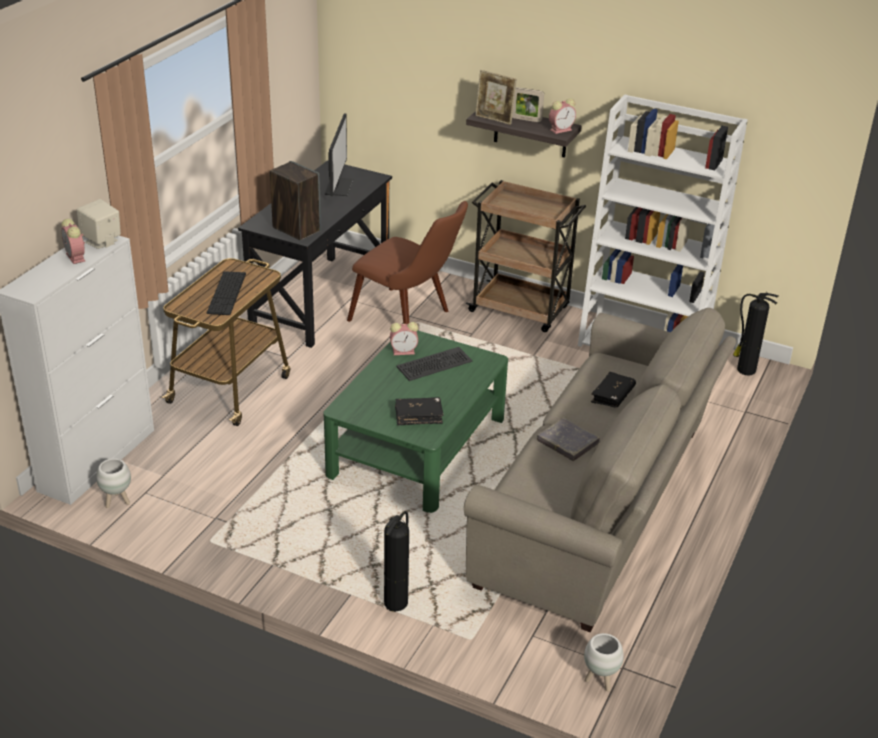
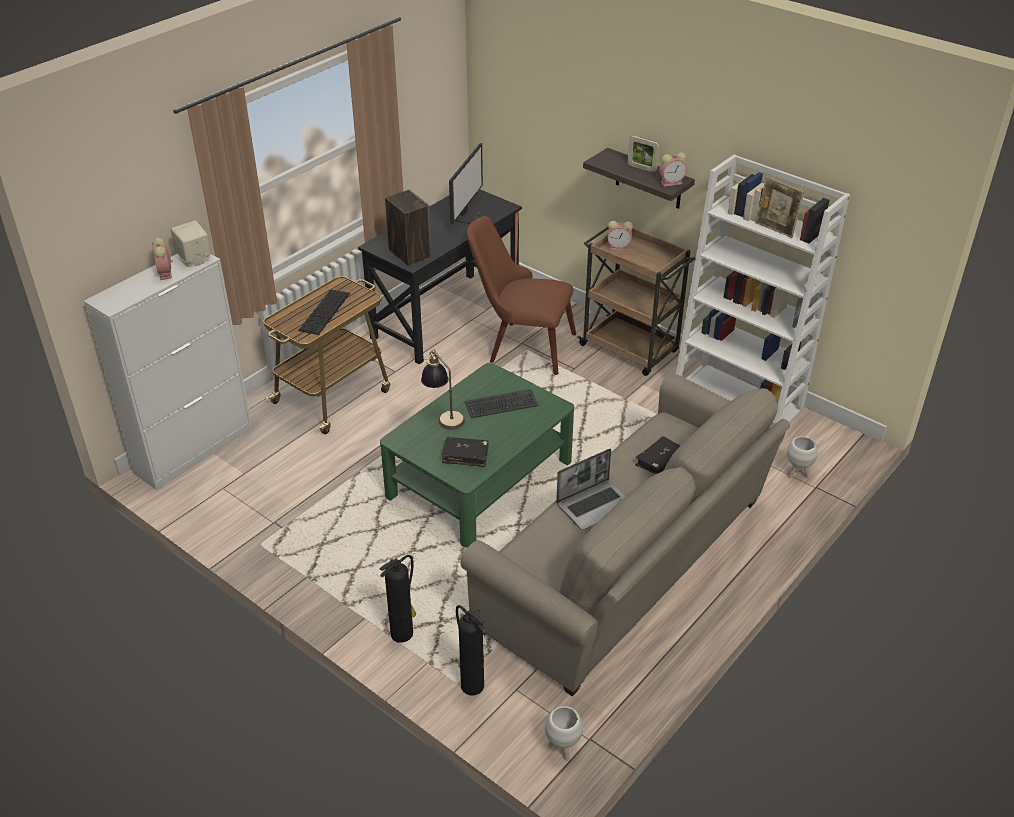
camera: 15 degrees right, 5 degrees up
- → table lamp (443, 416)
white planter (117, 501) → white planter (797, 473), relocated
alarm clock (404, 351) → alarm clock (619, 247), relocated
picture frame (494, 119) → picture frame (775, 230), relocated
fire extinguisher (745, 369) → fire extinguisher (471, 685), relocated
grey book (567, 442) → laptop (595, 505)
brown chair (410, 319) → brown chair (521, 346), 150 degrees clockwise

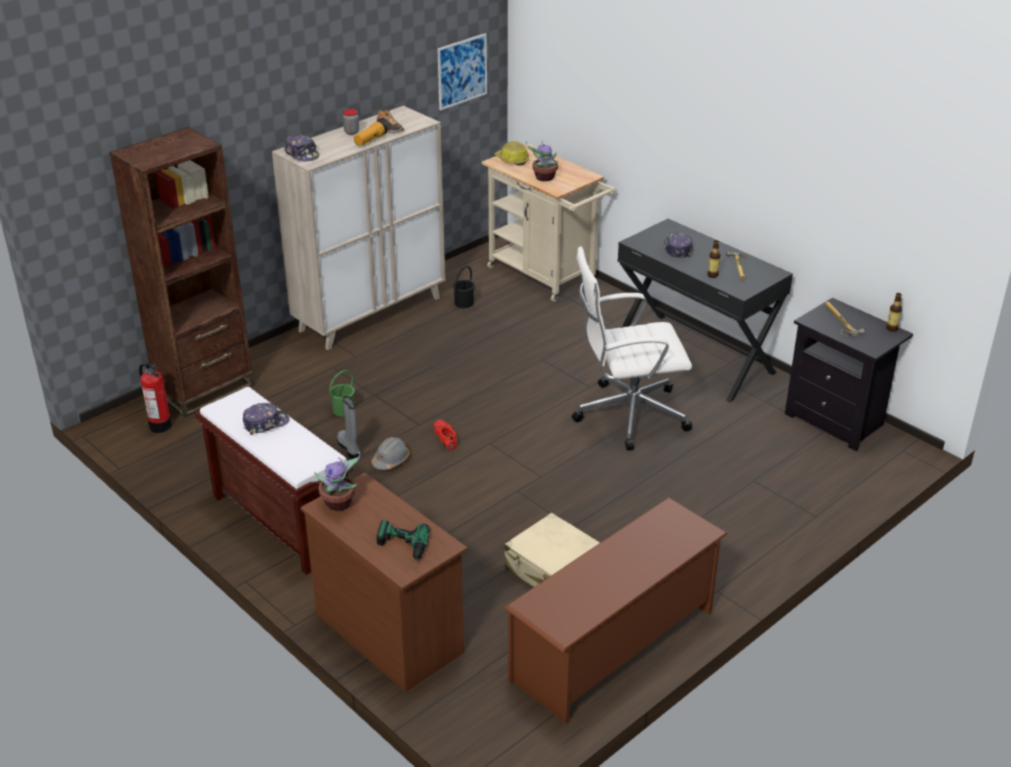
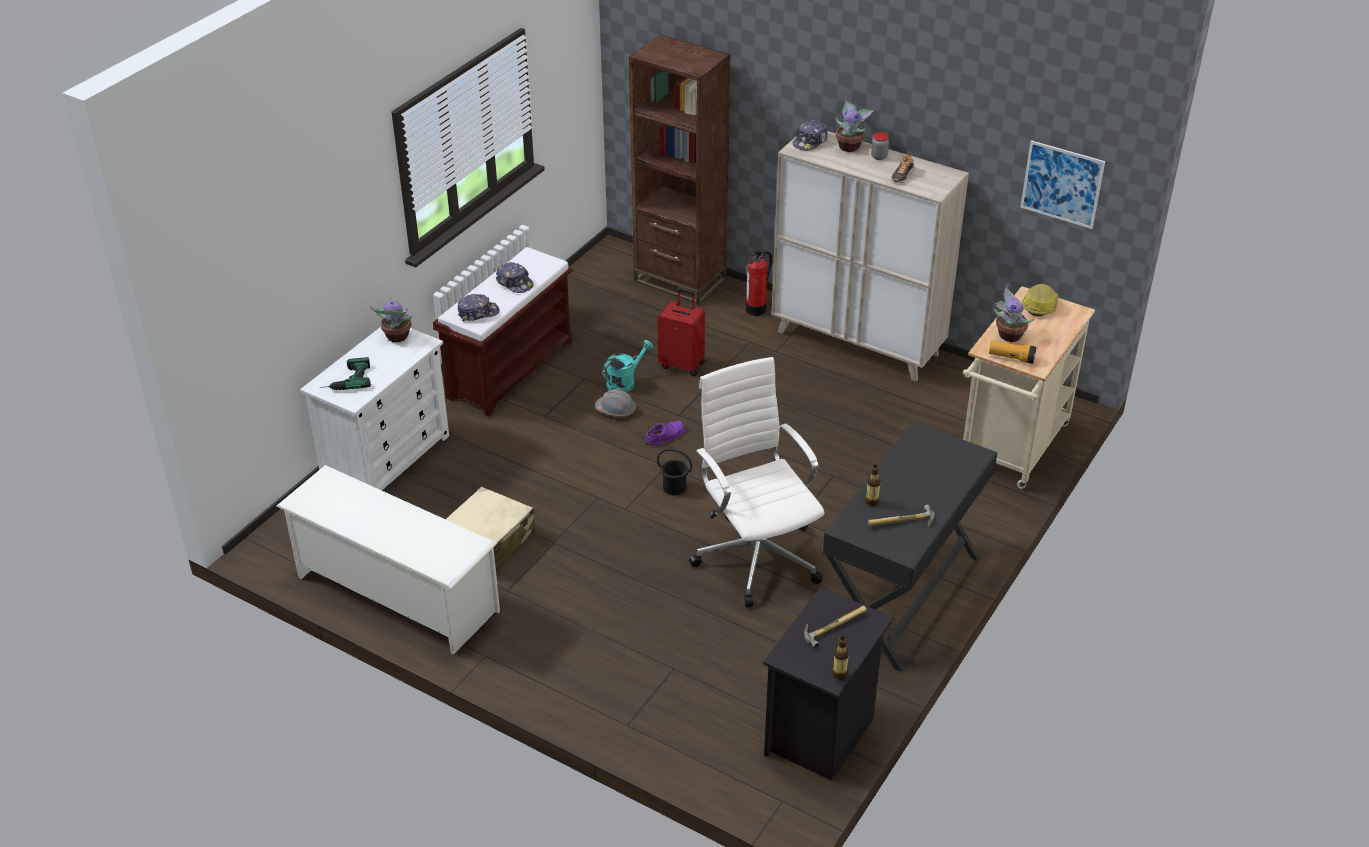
camera: 75 degrees right, 5 degrees up
- → potted plant (850, 146)
fire extinguisher (160, 426) → fire extinguisher (756, 310), relocated
flashlight (370, 140) → flashlight (1011, 358), relocated
black bucket (464, 303) → black bucket (674, 487), relocated
cap (677, 249) → cap (478, 312), relocated
green bucket (343, 410) → red suitcase (682, 364)
grey boot (349, 448) → turquoise watering can (625, 382)
brown dresser (388, 632) → white dresser (387, 458)
red shoe (445, 437) → purple shoe (665, 435)
brown shoe rack (614, 646) → white shoe rack (396, 594)

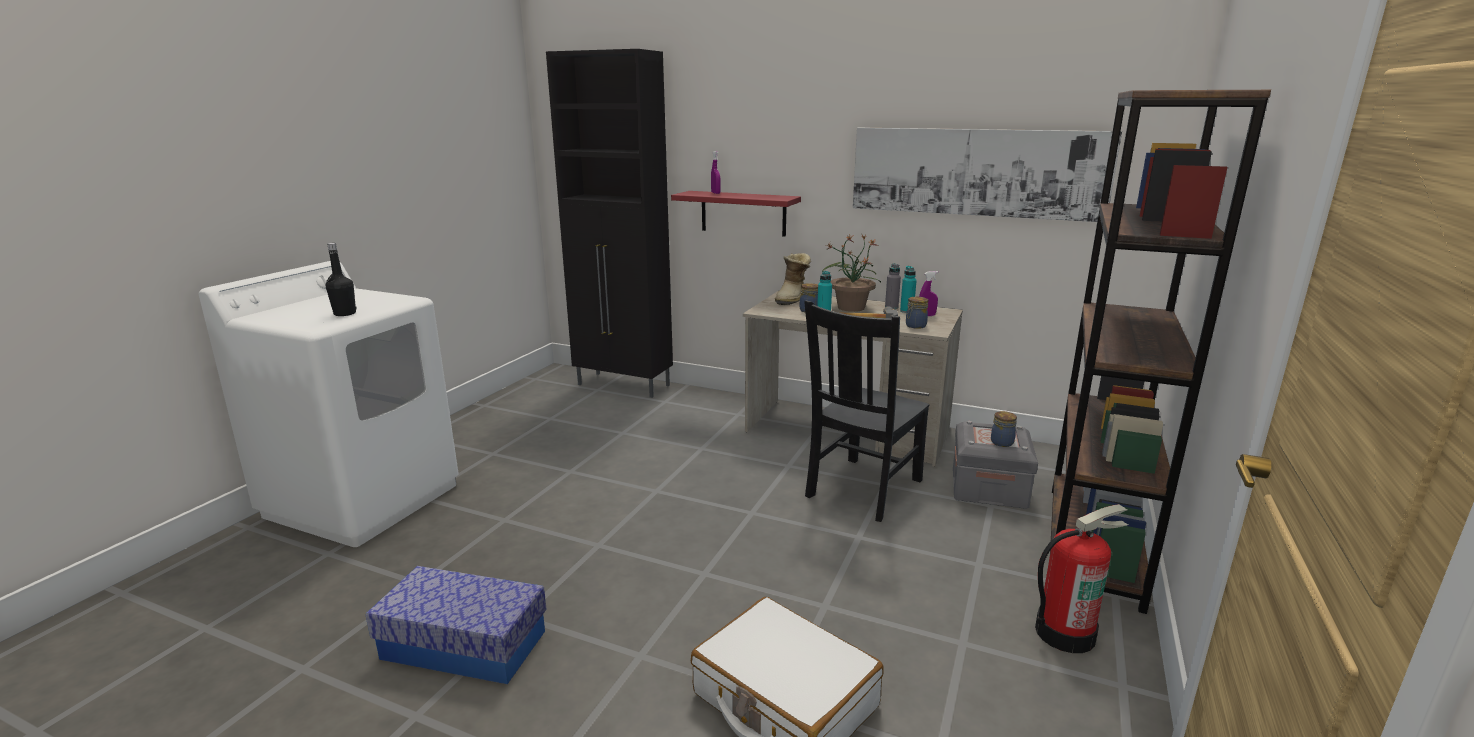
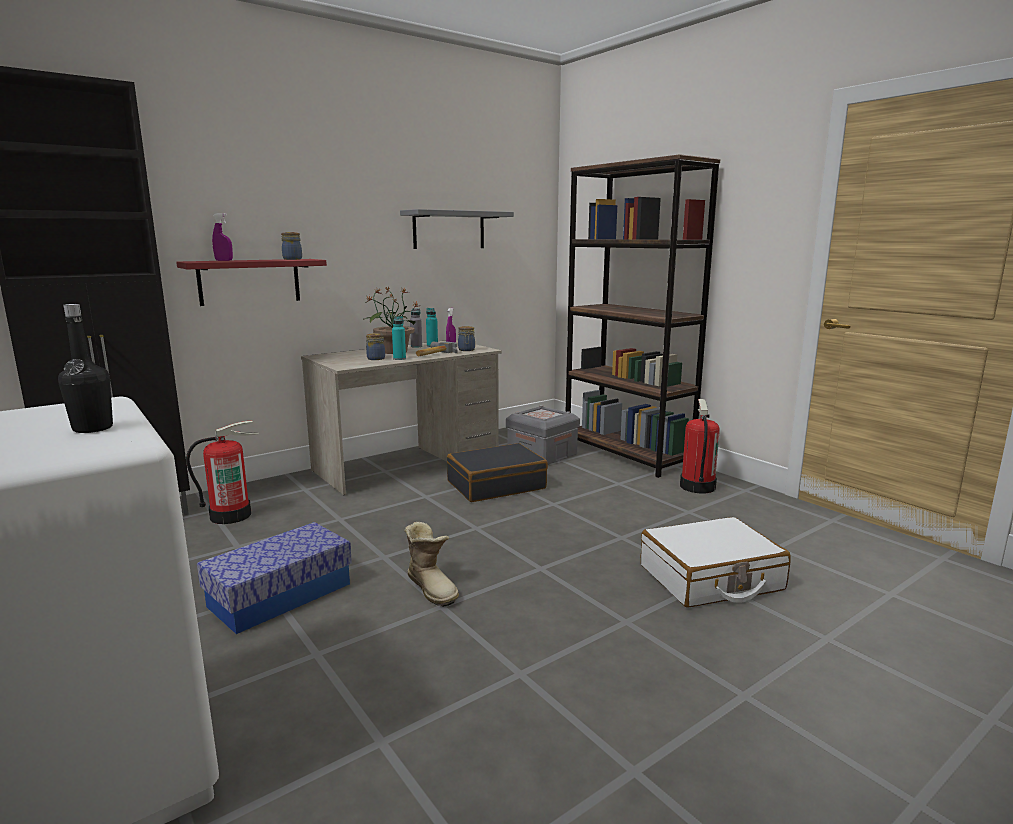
camera: 60 degrees left, 5 degrees down
- → fire extinguisher (231, 515)
storage box (464, 645) → storage box (280, 595), relocated
boot (793, 299) → boot (433, 587), relocated
jar (1002, 442) → jar (293, 259), relocated
black chair (862, 489) → black suitcase (496, 485)
picture (976, 172) → grey shelf (449, 230)

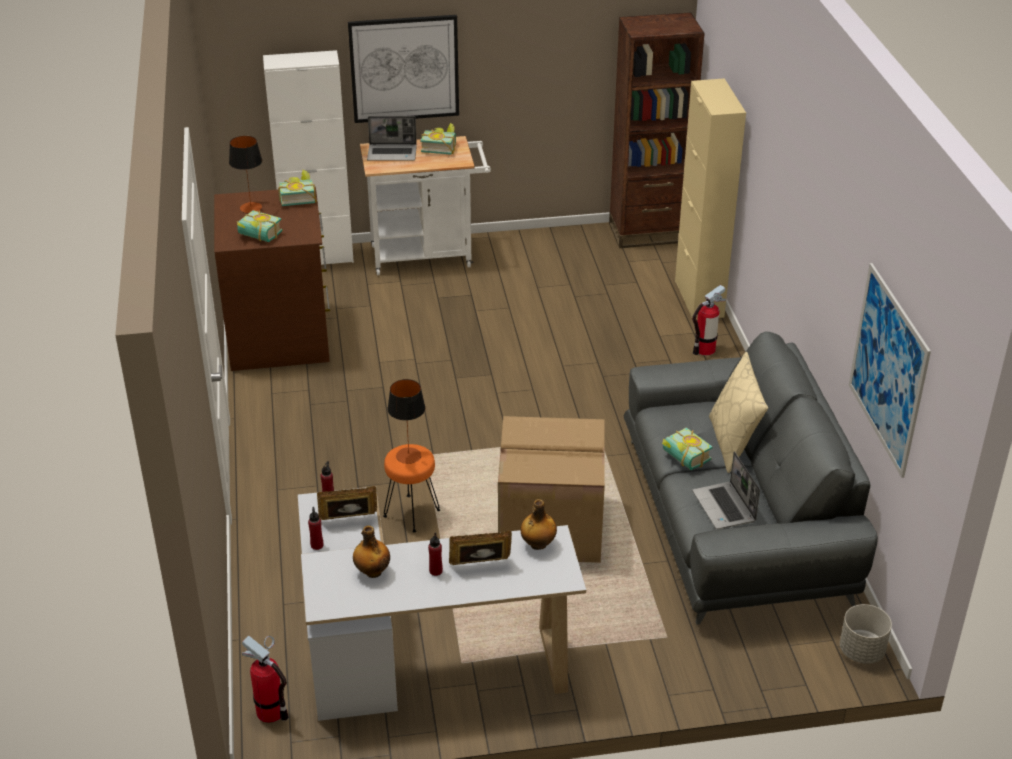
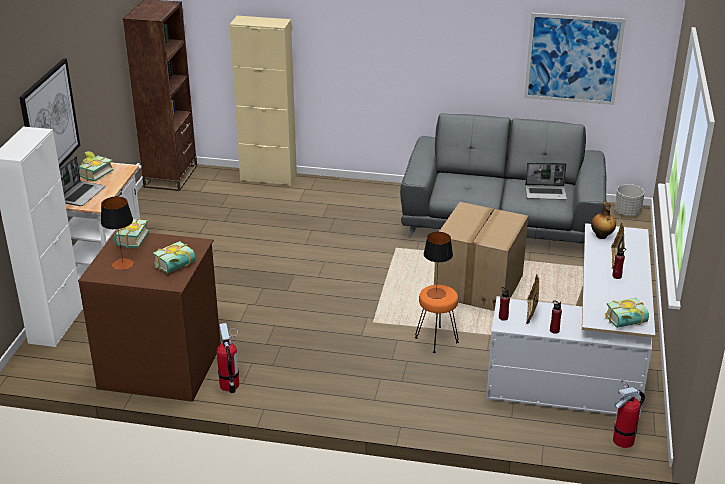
camera: 70 degrees left, 5 degrees down
bottle (372, 571) → -
beige pillow (733, 443) → -
book (683, 459) → book (627, 323), relocated
fire extinguisher (704, 349) → fire extinguisher (229, 385), relocated

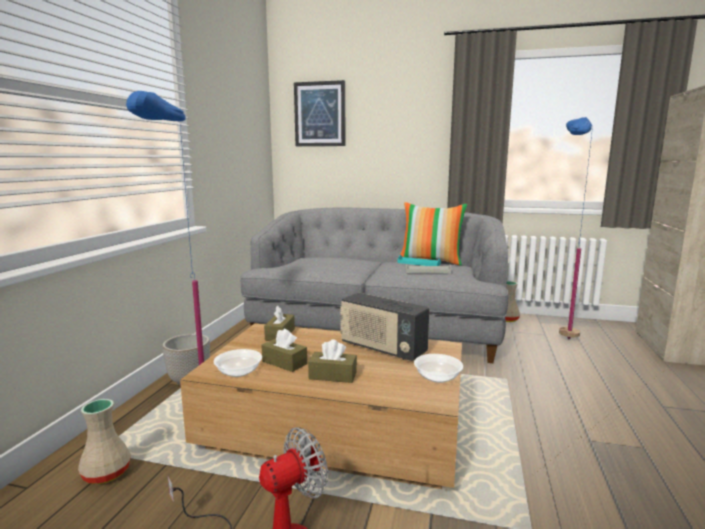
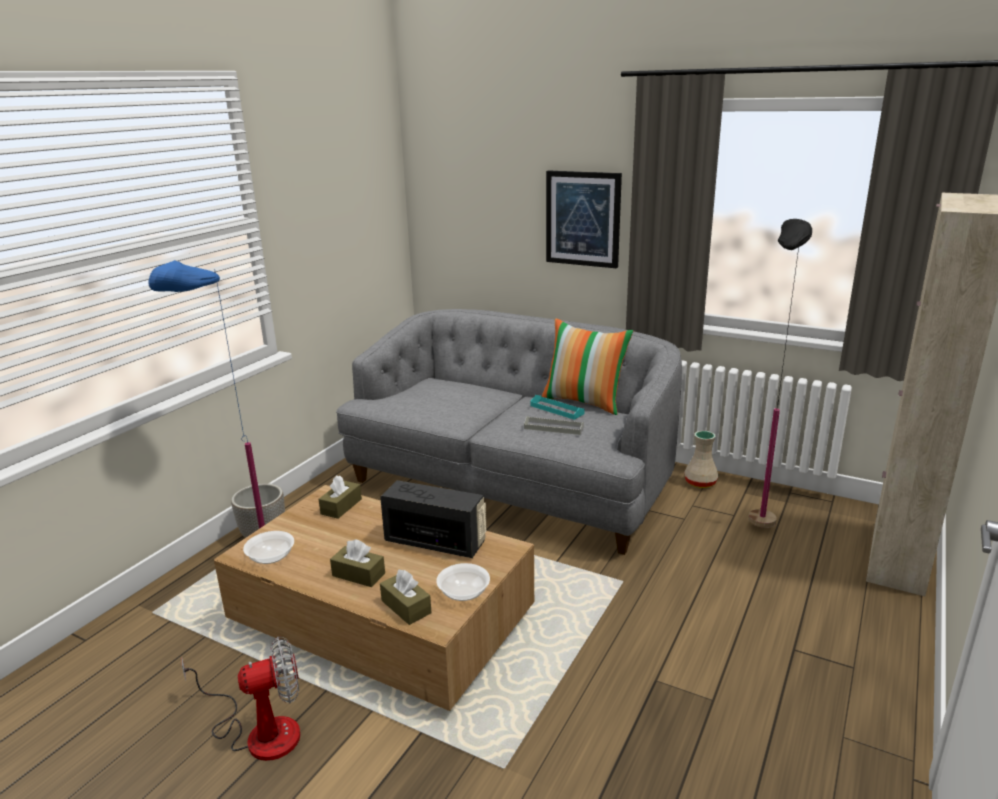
camera: 15 degrees right, 10 degrees up
beige vase (108, 473) → -
brown tissue box (284, 362) → brown tissue box (406, 607), relocated
picture (320, 114) → picture (583, 219), relocated
blue floor lamp (561, 333) → black floor lamp (759, 515)
radio (382, 349) → radio (436, 542), 150 degrees clockwise

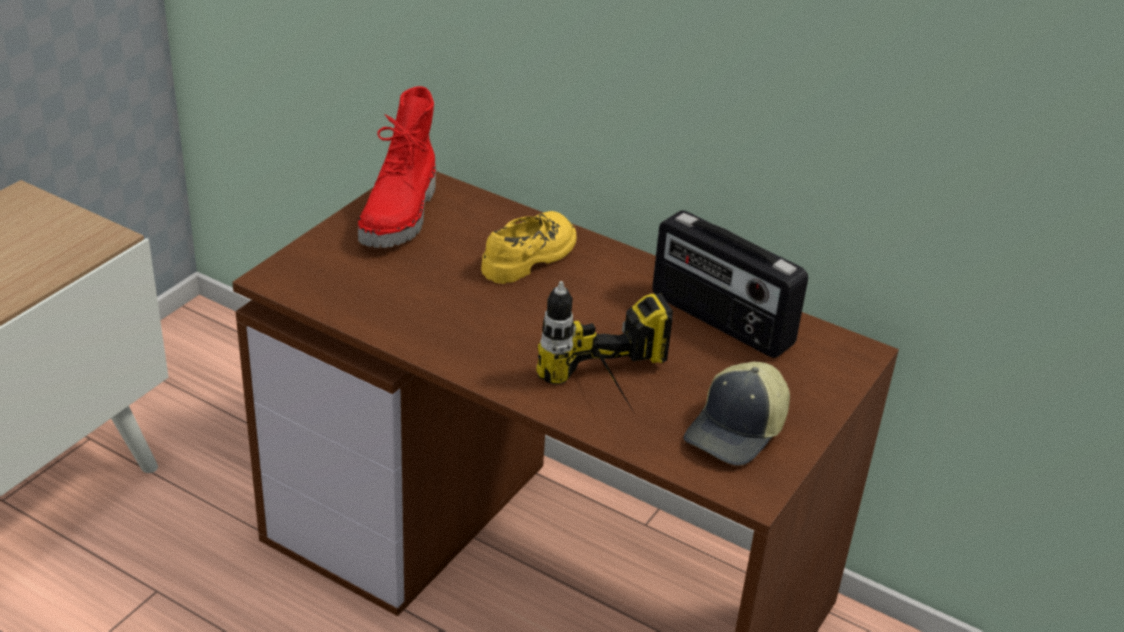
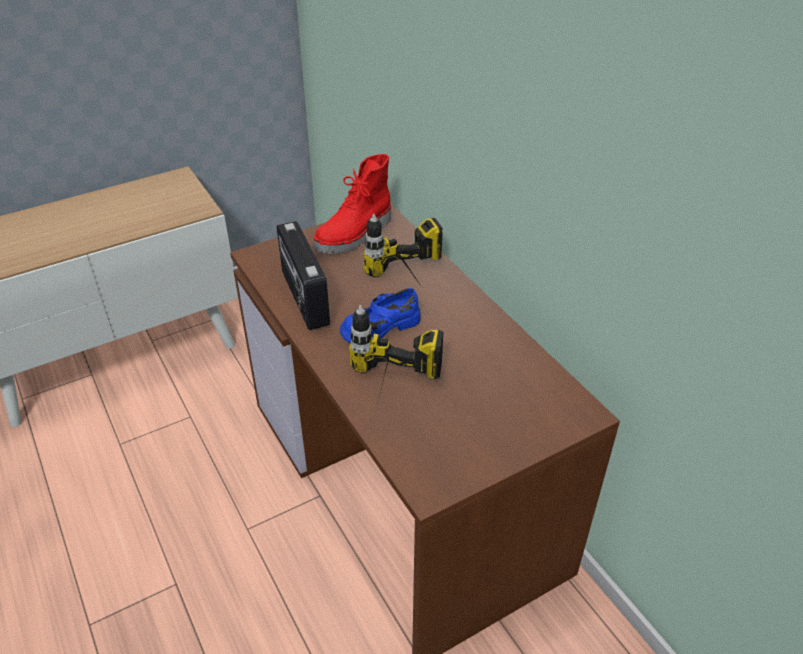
camera: 30 degrees right, 5 degrees up
cap (738, 431) → -
- → blue shoe (380, 327)
radio (720, 321) → radio (304, 298), relocated
yellow shoe (530, 257) → power drill (412, 282)

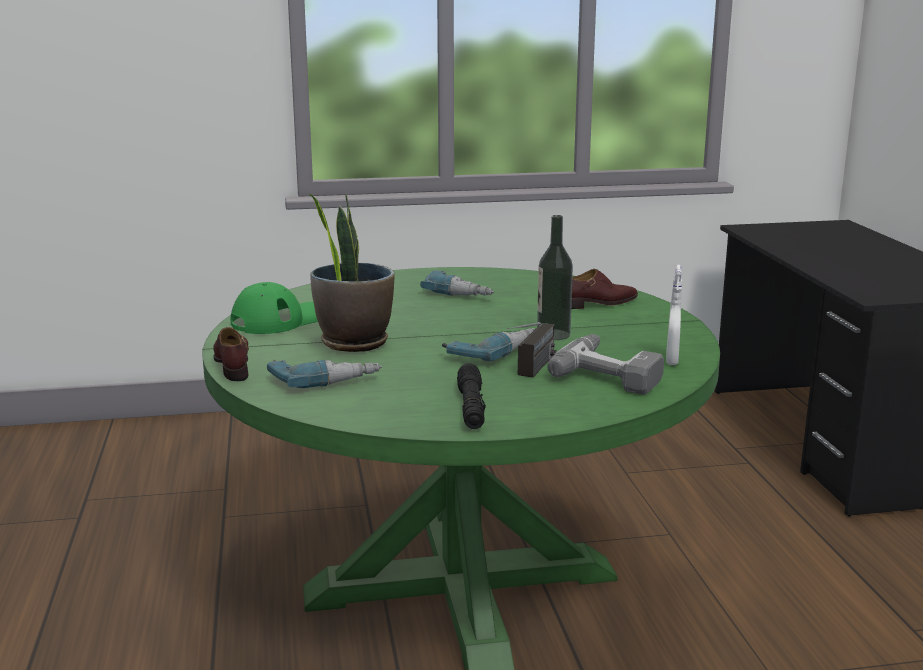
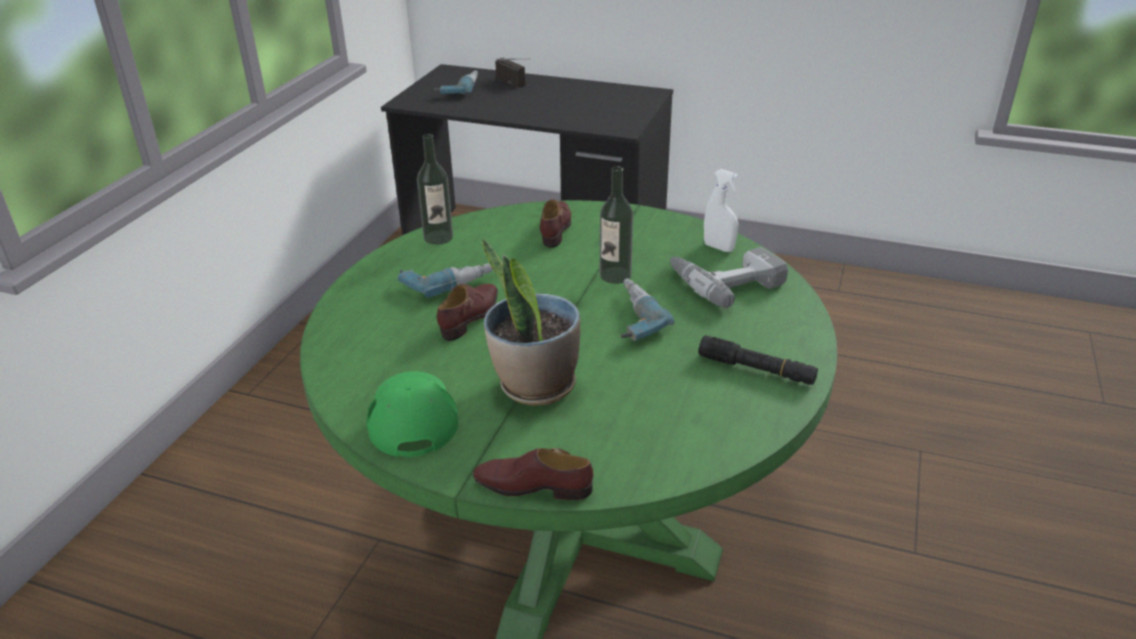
camera: 60 degrees left, 15 degrees up
- → bottle (438, 237)
- → brown shoe (471, 316)
power drill (324, 379) → power drill (458, 88), relocated
radio (532, 371) → radio (517, 84), relocated

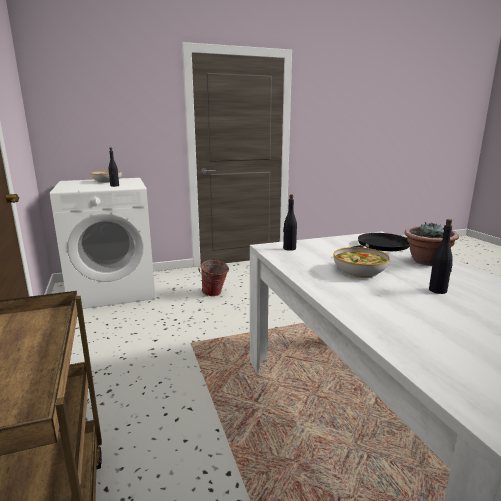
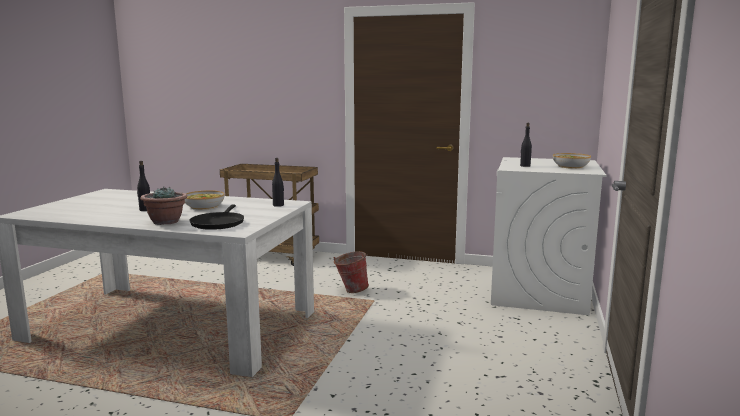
camera: 125 degrees right, 5 degrees down
bucket (214, 294) → bucket (351, 290), relocated

